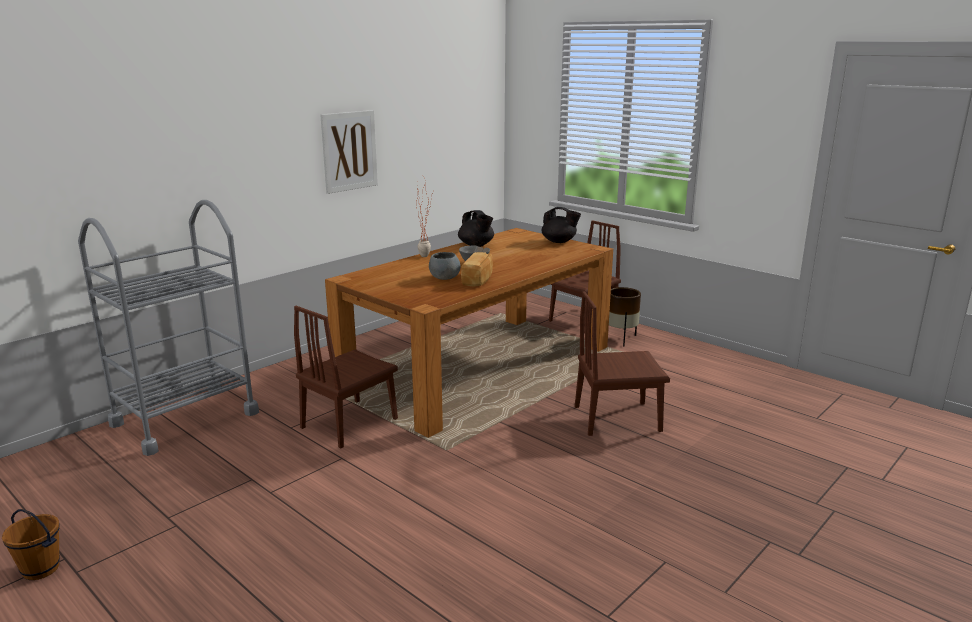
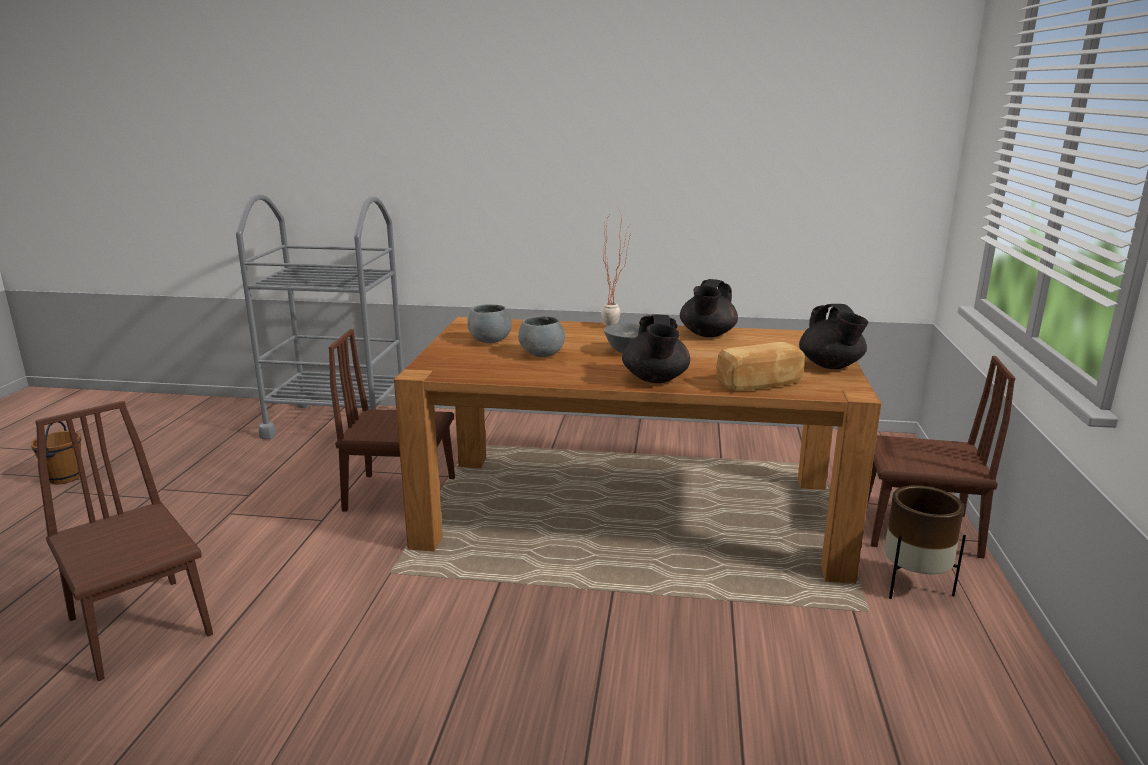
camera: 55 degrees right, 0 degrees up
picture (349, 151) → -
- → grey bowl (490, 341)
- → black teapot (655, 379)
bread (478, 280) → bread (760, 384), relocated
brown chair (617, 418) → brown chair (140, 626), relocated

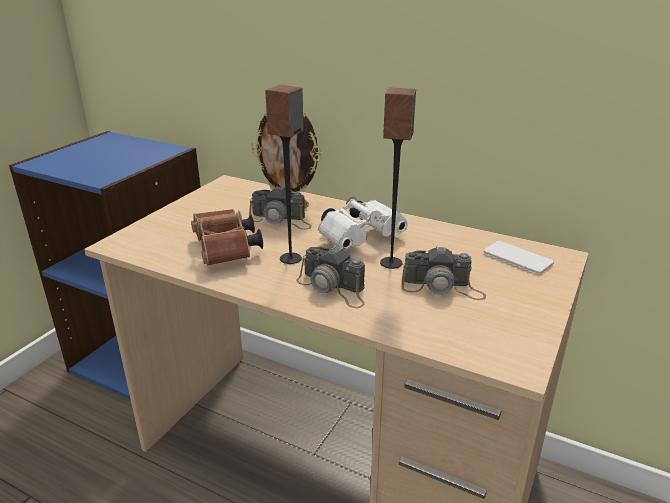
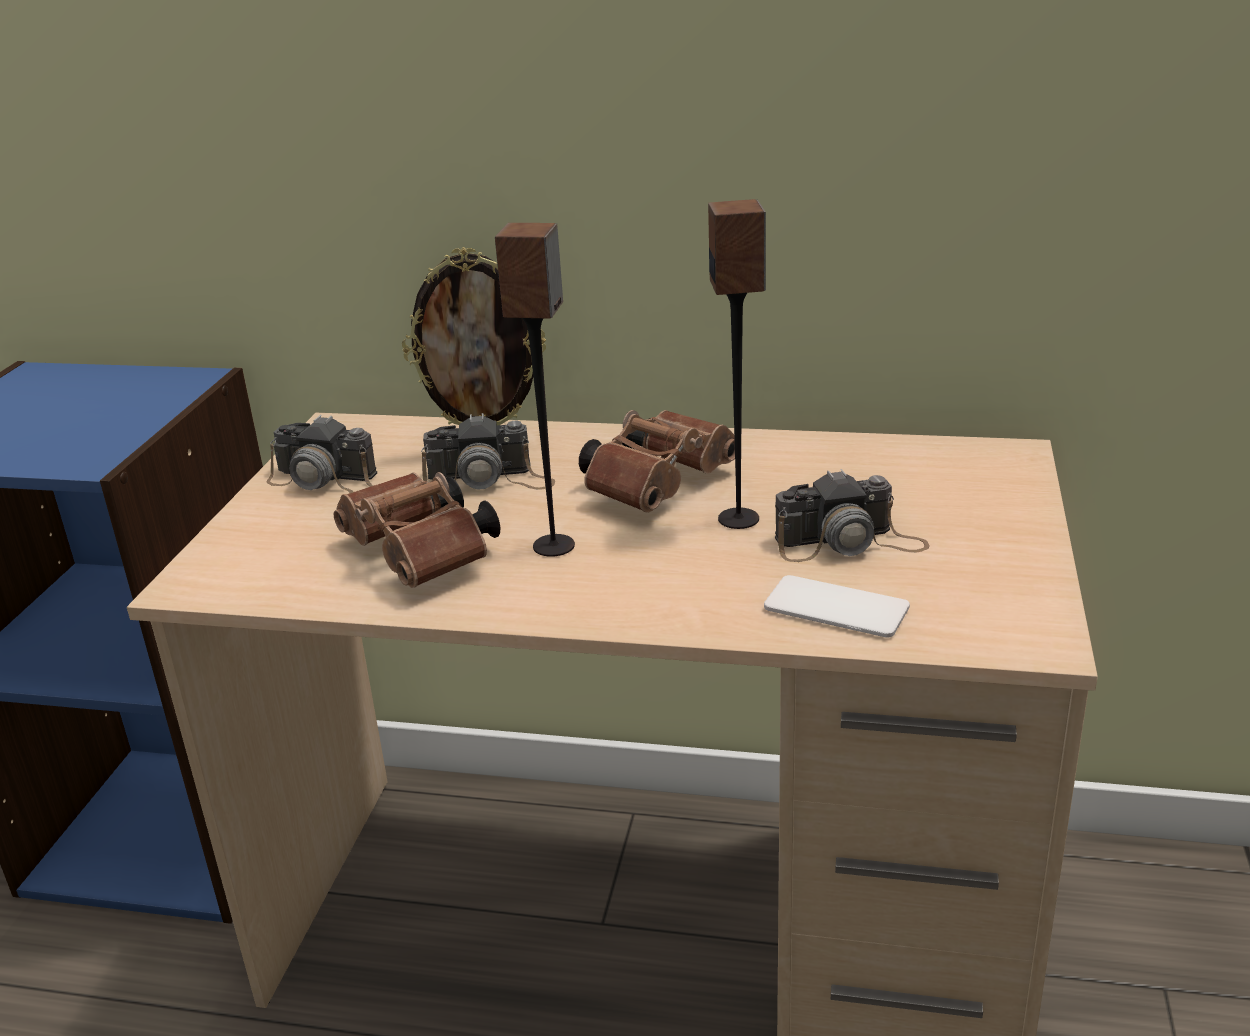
camera: 15 degrees left, 0 degrees up
photo camera (333, 288) → photo camera (328, 481), relocated
phone (517, 258) → phone (836, 608), relocated
white binoculars (362, 237) → brown binoculars (660, 484)

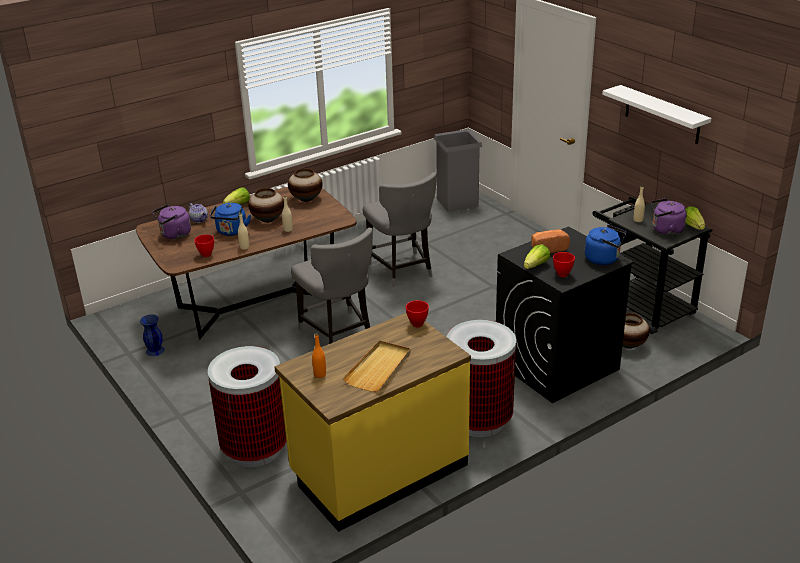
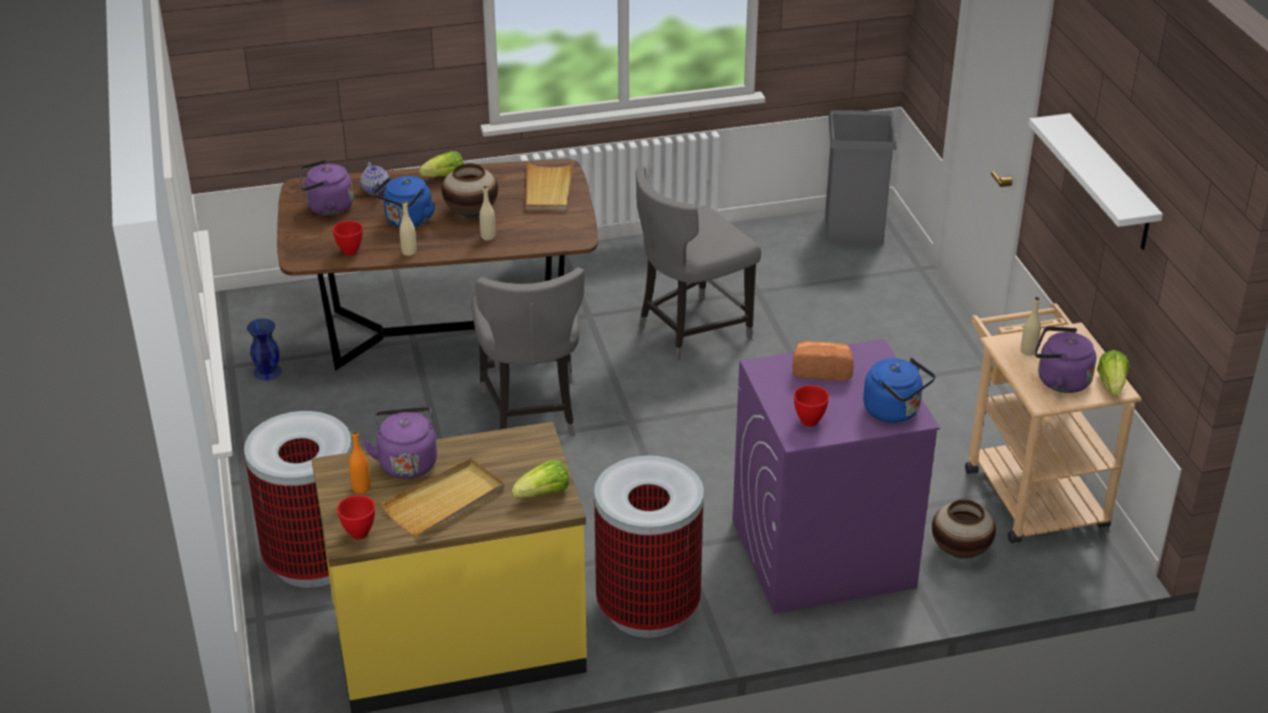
camera: 20 degrees right, 5 degrees up
- → purple kettle (407, 462)
red bowl (418, 324) → red bowl (359, 534), relocated
lettuce (536, 266) → lettuce (544, 494), relocated
vase (306, 199) → beige tray (548, 189)
black washing machine (556, 365) → purple washing machine (821, 554)
black cart (641, 306) → beige cart (1029, 489)
grey chair (402, 270) → grey chair (690, 330), 60 degrees clockwise

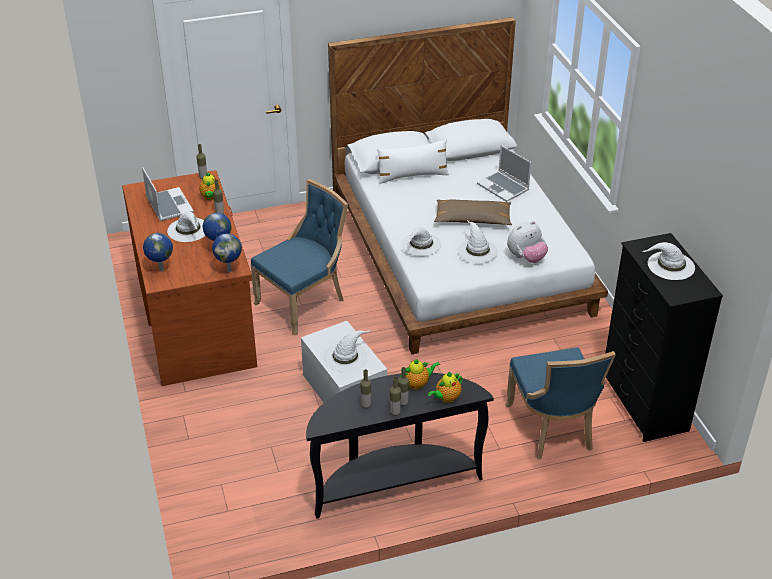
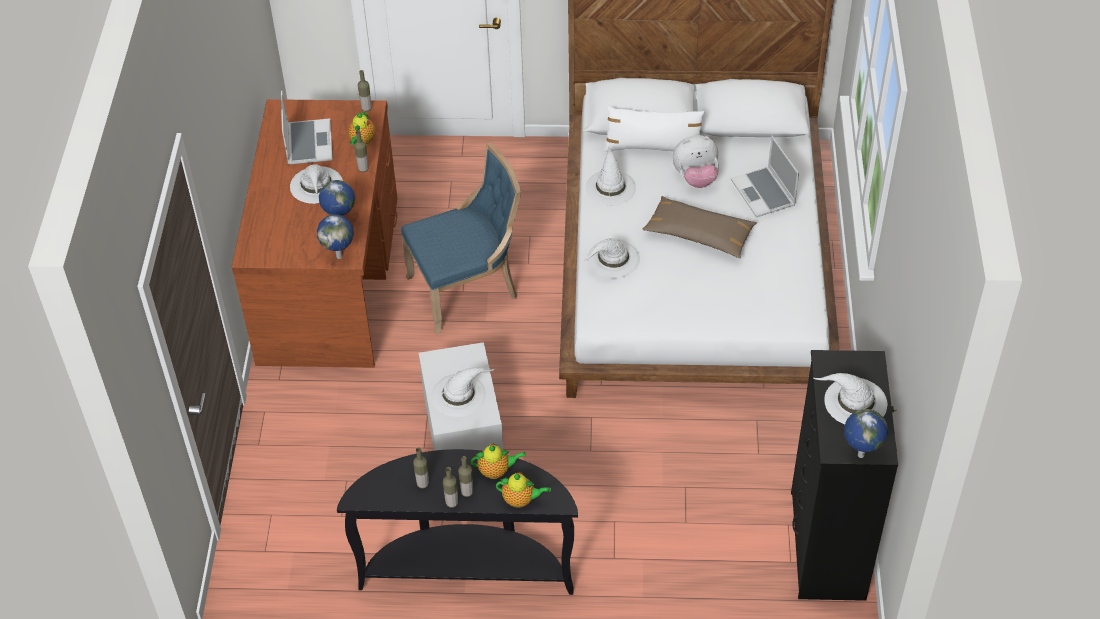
camera: 20 degrees right, 10 degrees up
blue chair (553, 429) → -
globe (160, 270) → globe (860, 455), relocated
white hat (477, 250) → white hat (610, 187), relocated
plush toy (526, 258) → plush toy (695, 178), relocated
teapot (446, 398) → teapot (521, 500), 150 degrees counterclockwise

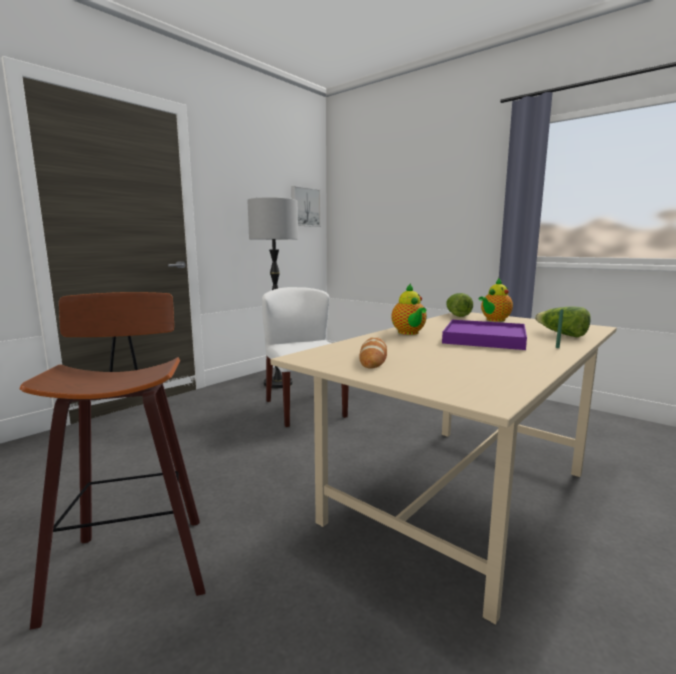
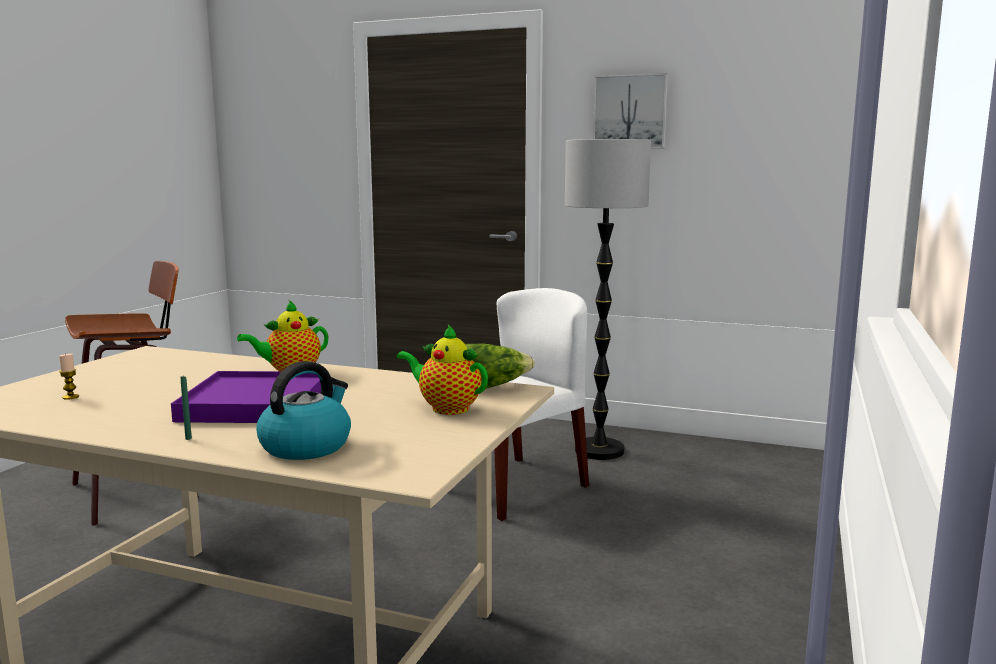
camera: 70 degrees right, 0 degrees up
bread (373, 358) → -
- → candle (70, 397)
picture (304, 207) → picture (630, 112), relocated
lettuce (561, 334) → kettle (306, 446)

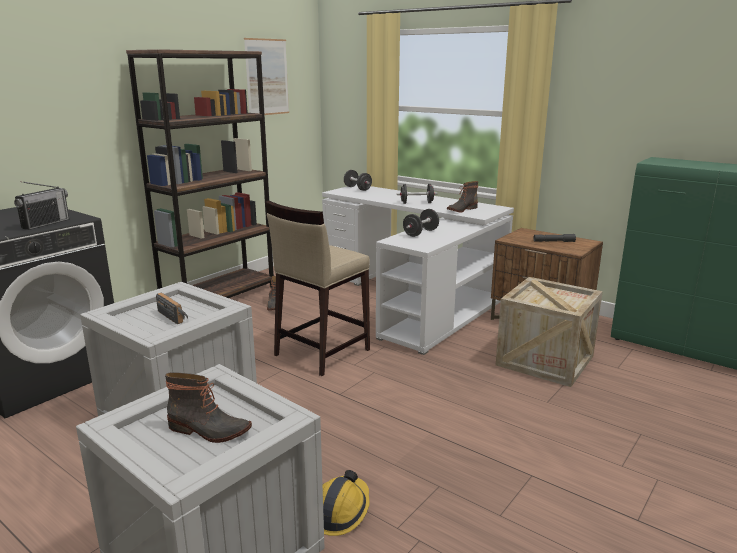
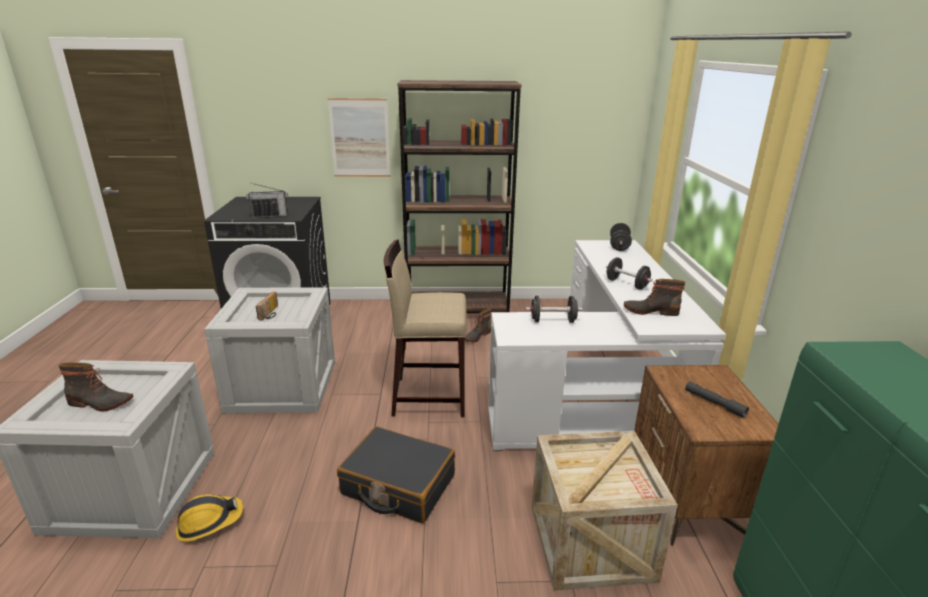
camera: 50 degrees right, 5 degrees up
- → black suitcase (398, 485)
picture (267, 77) → picture (360, 138), relocated
boot (208, 431) → boot (100, 403), 60 degrees counterclockwise

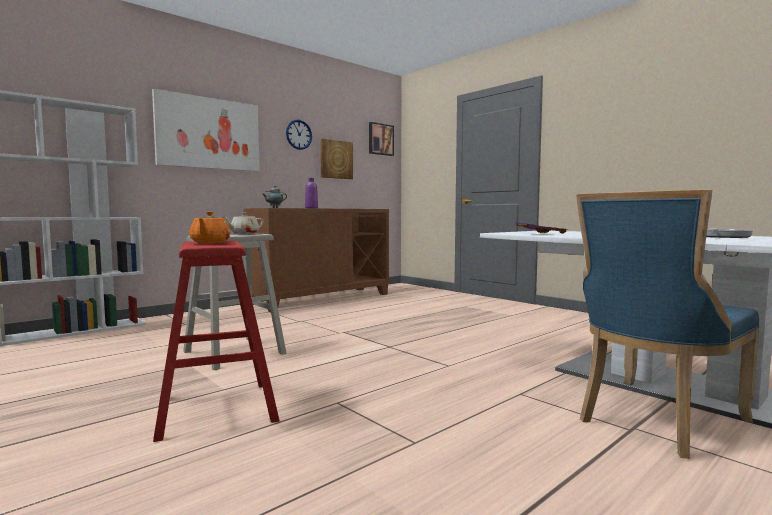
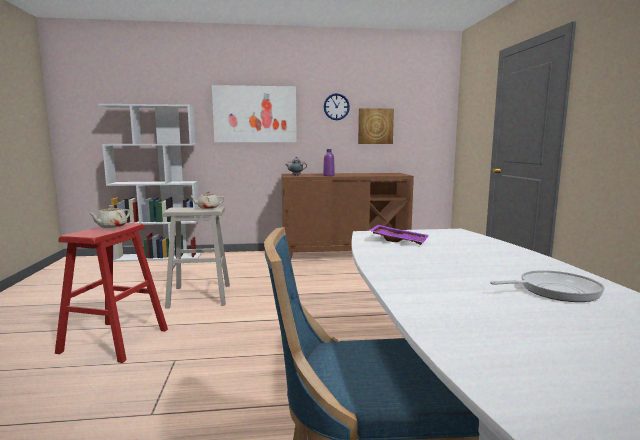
camera: 35 degrees right, 5 degrees up
picture (380, 139) → -
orange teapot (210, 242) → beige teapot (111, 226)

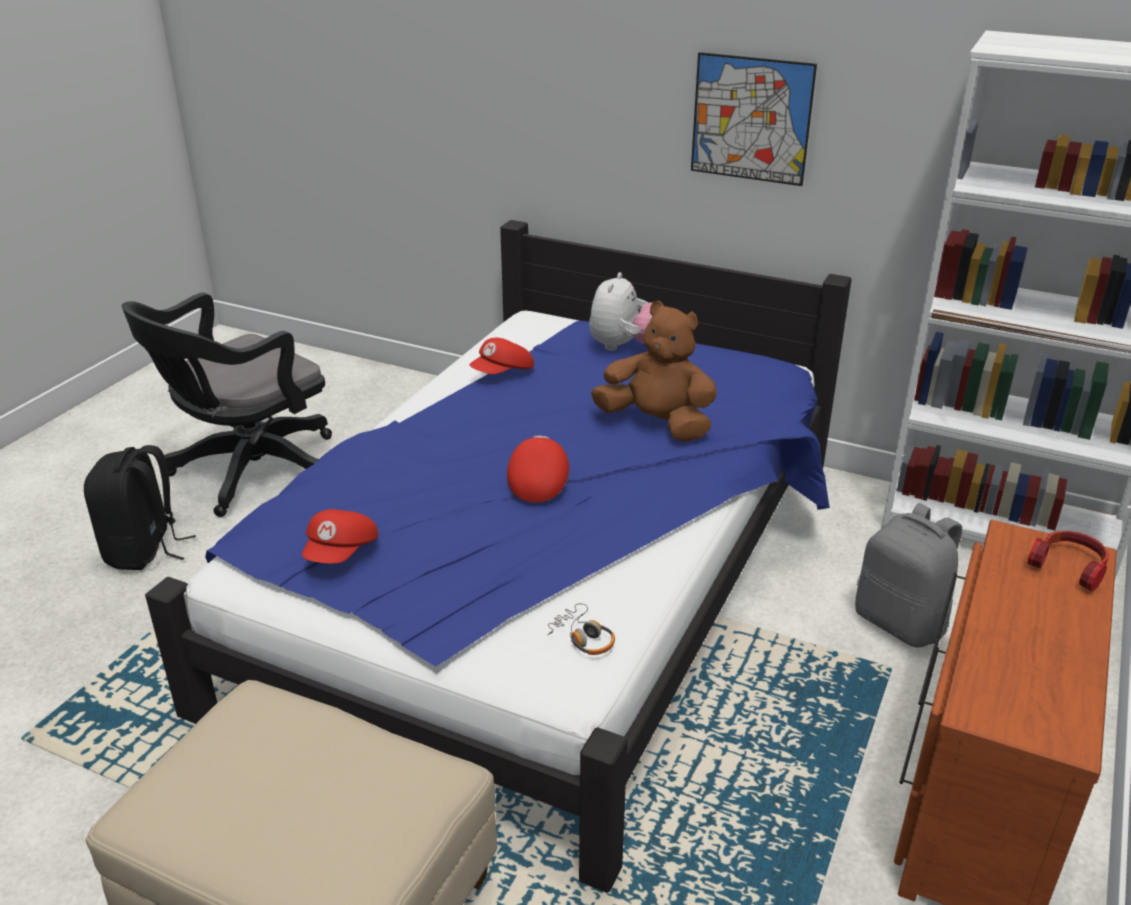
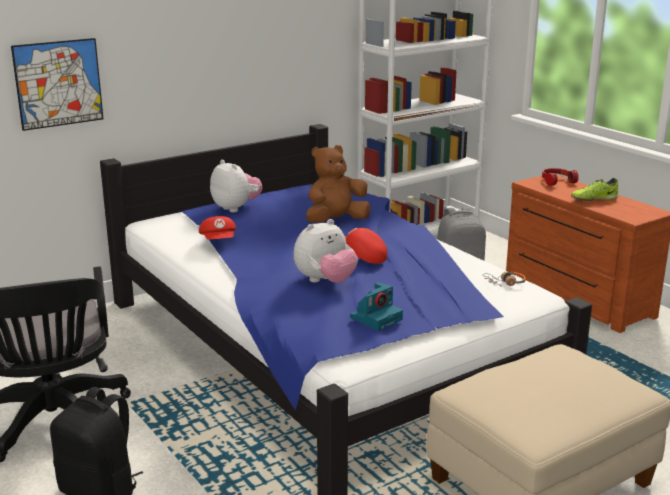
camera: 60 degrees left, 10 degrees down
- → plush toy (325, 281)
- → shoe (593, 199)
picture (751, 119) → picture (58, 83), relocated
red cap (342, 552) → photo camera (376, 318)

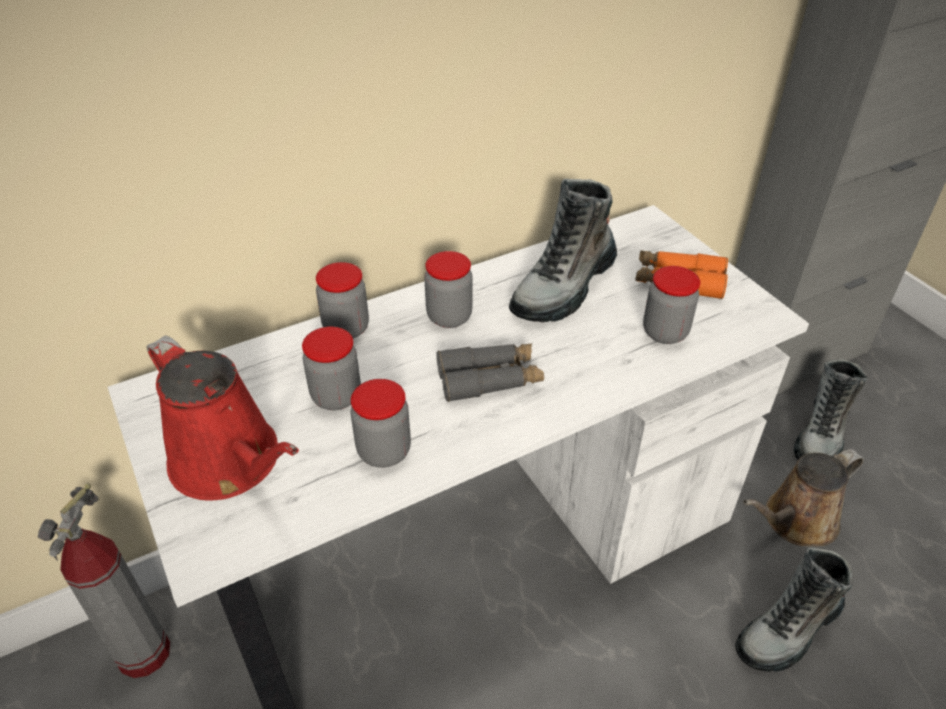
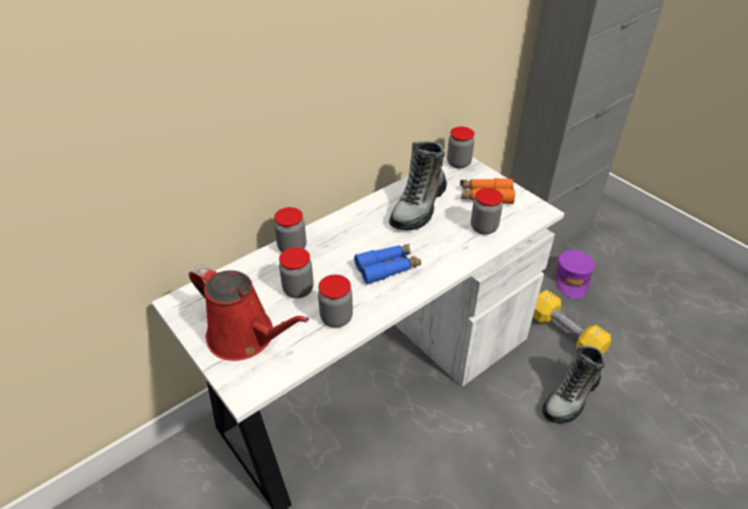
camera: 10 degrees left, 0 degrees up
fire extinguisher (143, 654) → -
jar (449, 317) → jar (458, 163), relocated
brown watering can (795, 521) → yellow dumbbell (565, 334)
boot (821, 434) → purple cap (572, 279)
grey binoculars (489, 379) → blue binoculars (388, 268)

